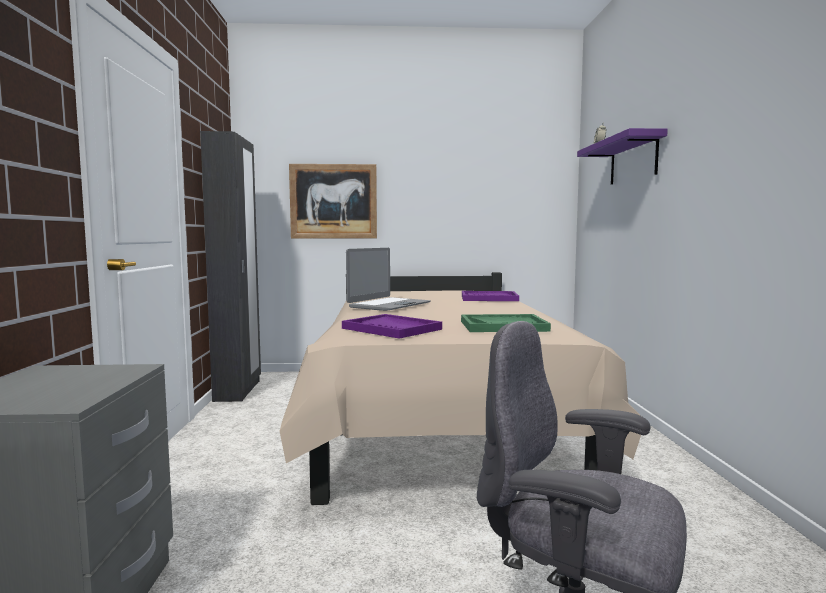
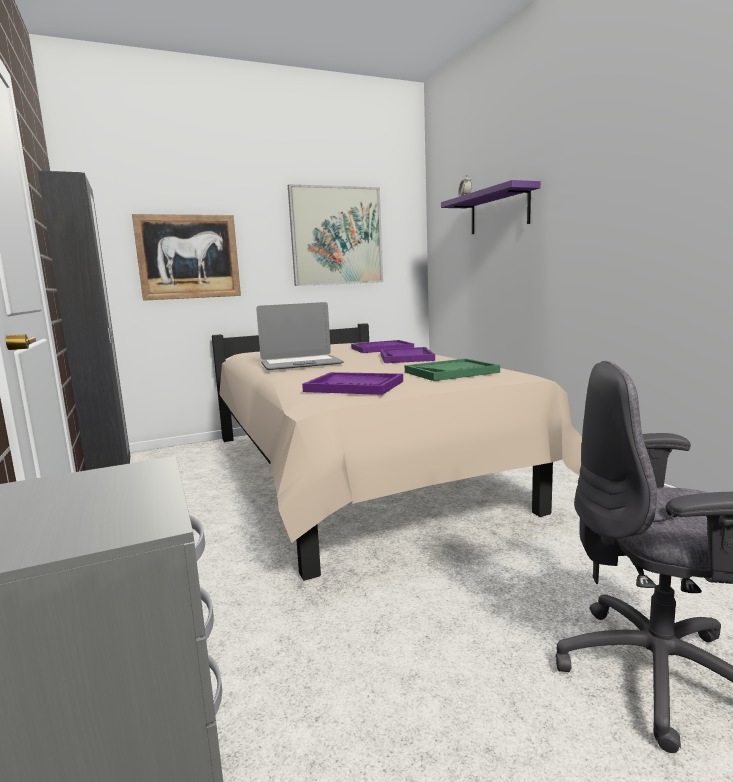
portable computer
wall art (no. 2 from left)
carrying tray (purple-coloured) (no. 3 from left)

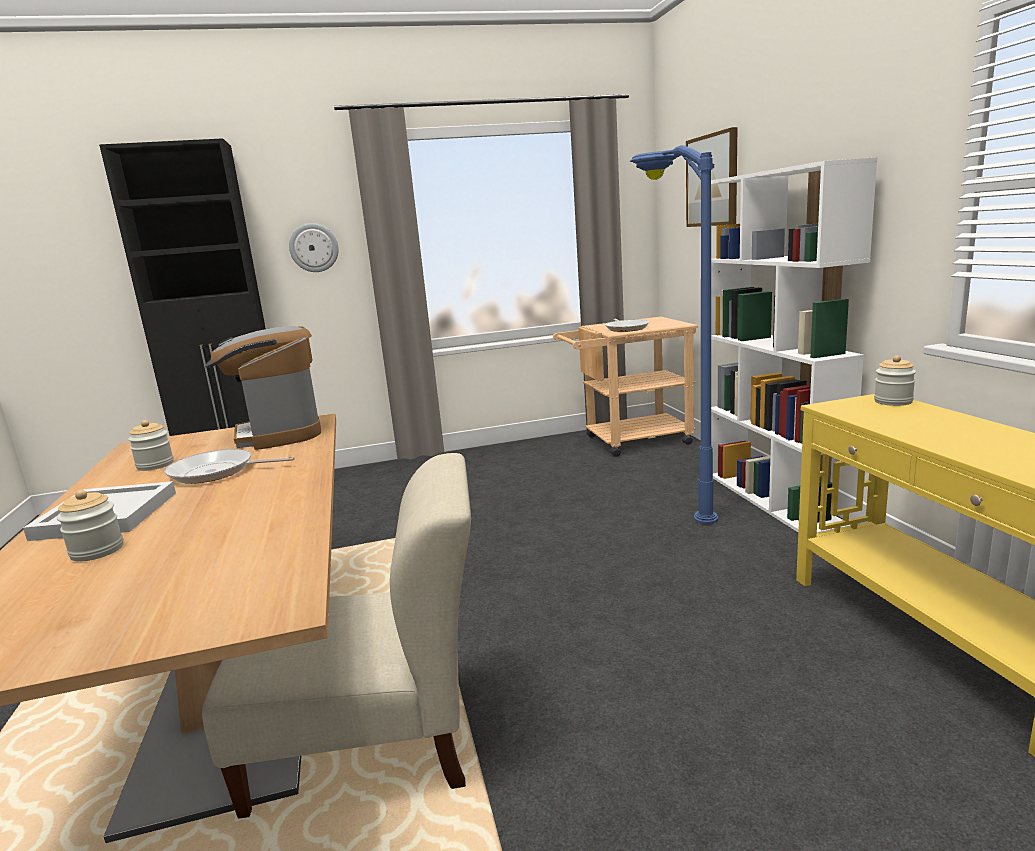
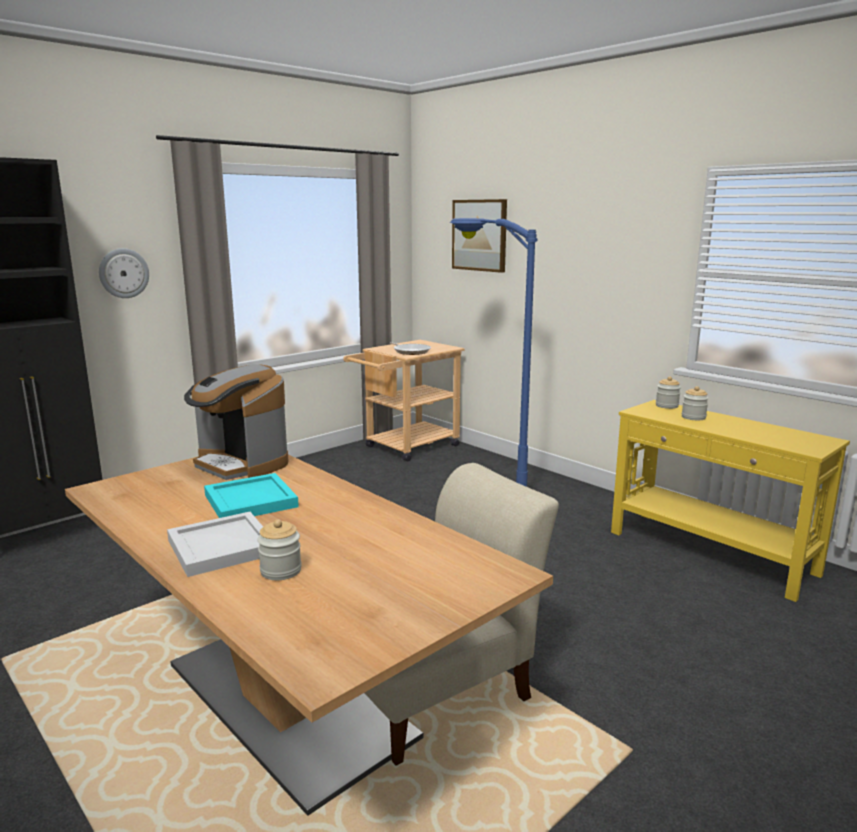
carrying tray (turquoise)
storage jar (no. 3 from left)
bookcase (whitish)

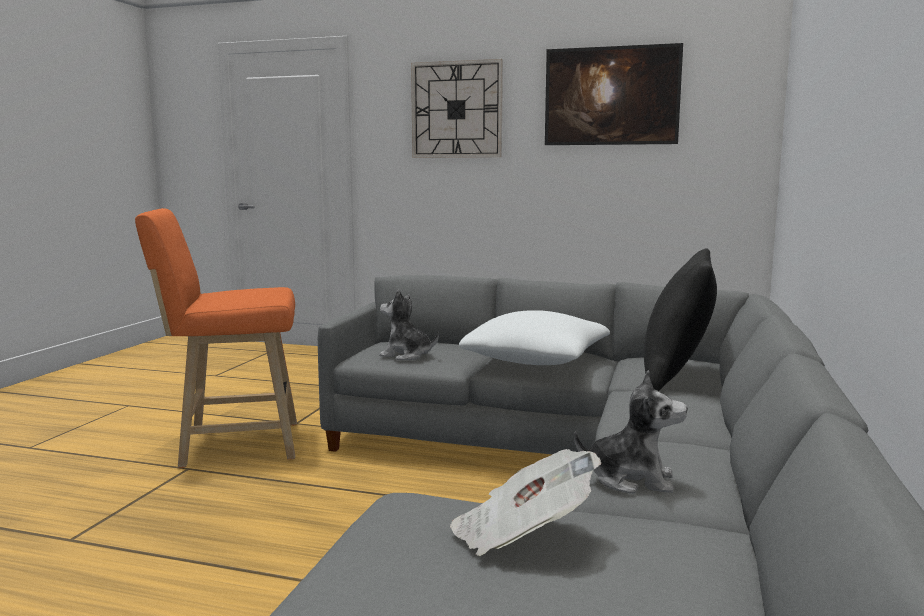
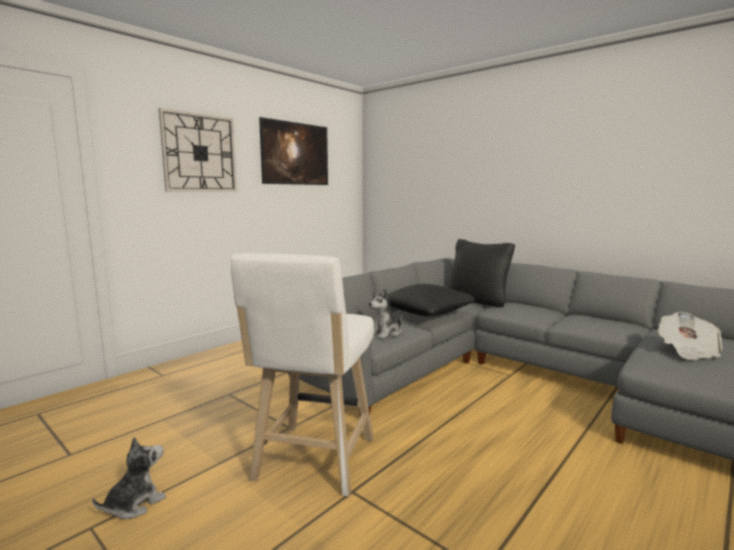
plush toy (no. 1 from left)
stool (whitish)
pillow (blackish) (no. 1 from left)

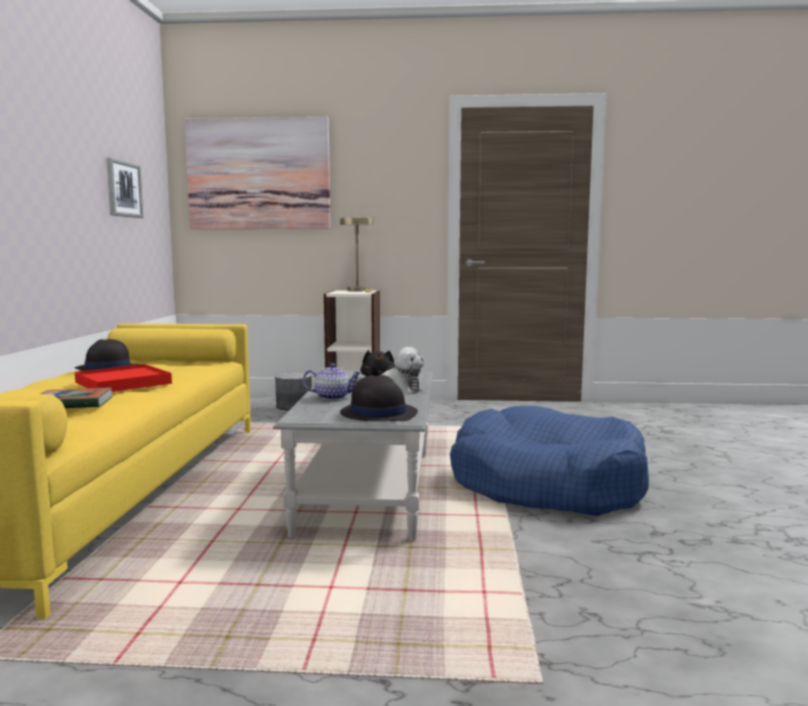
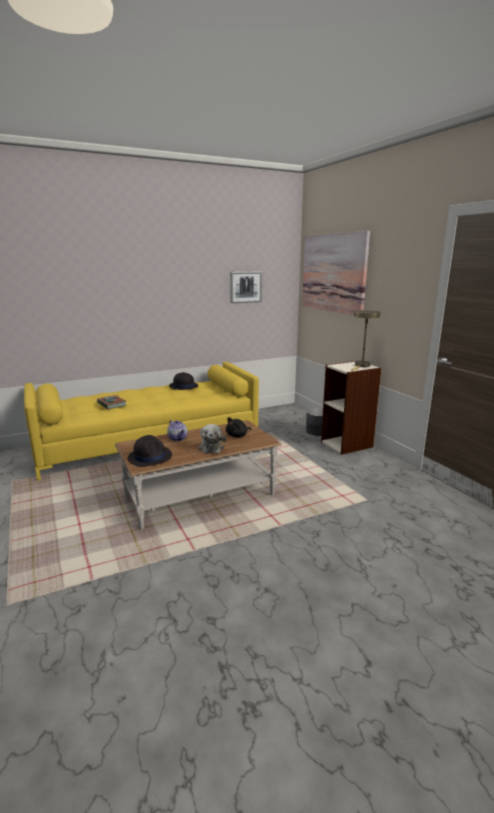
coffee table (brown-coloured)
carrying tray (red)
dog bed (bluish)

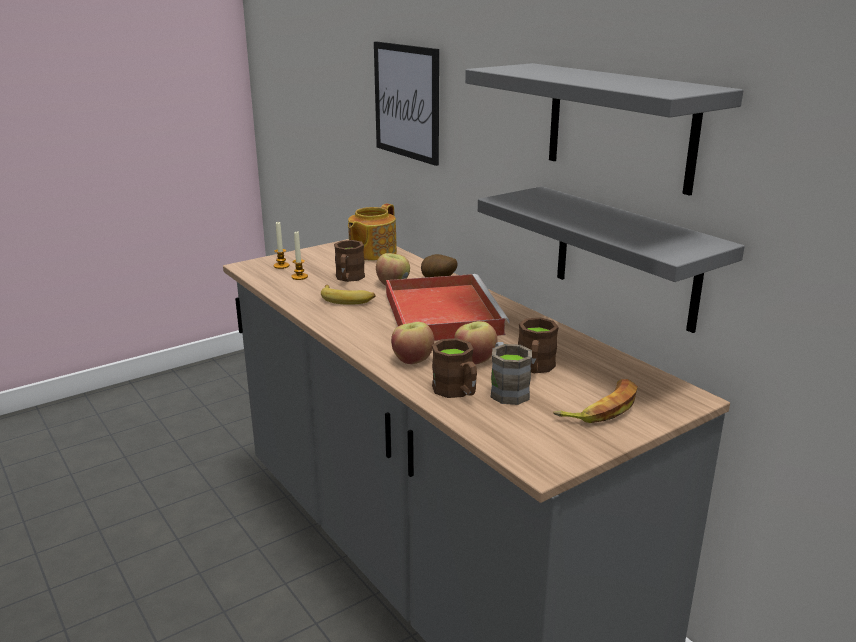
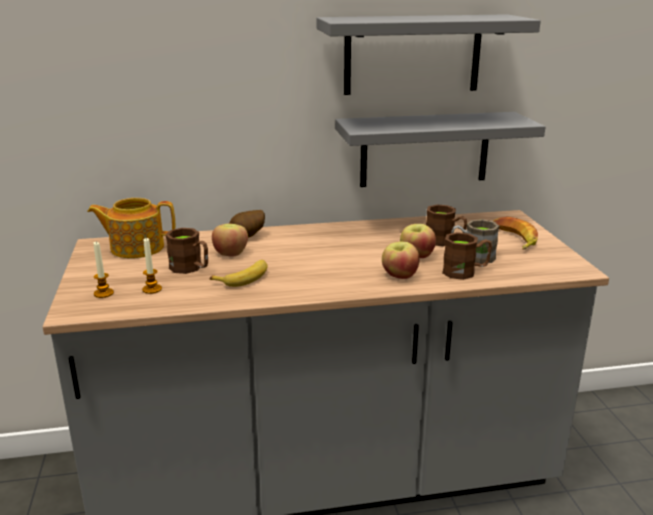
pot for tea
wall art
carrying tray (red)

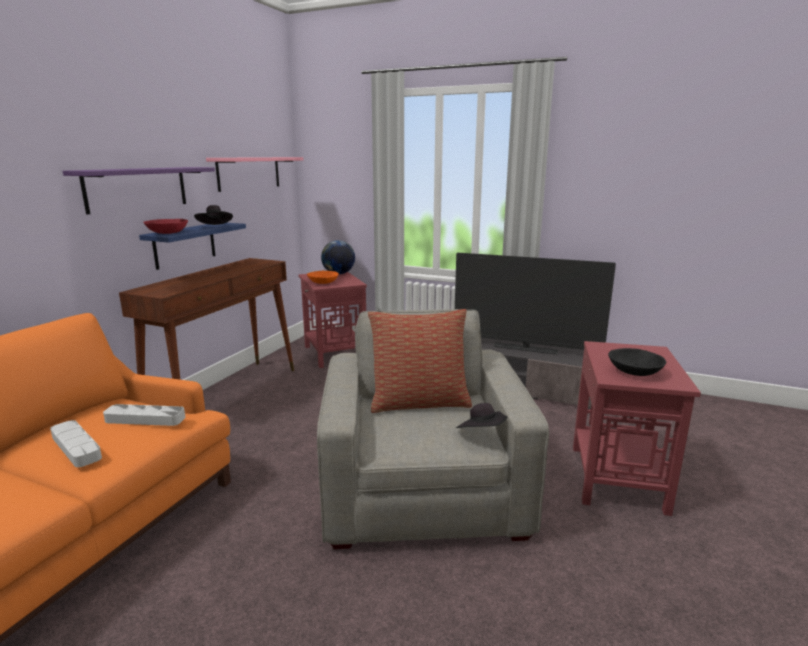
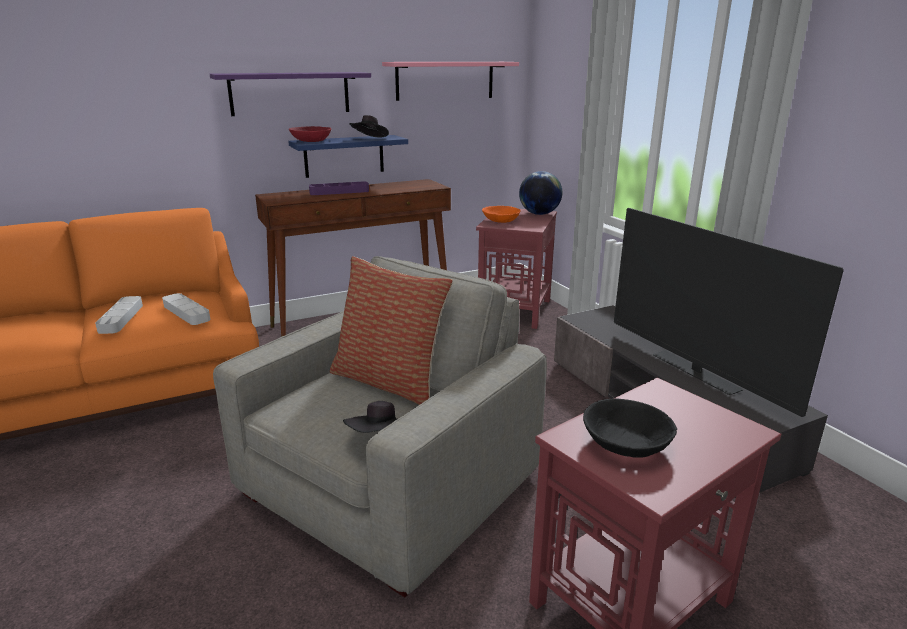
carrying tray (purple-coloured)

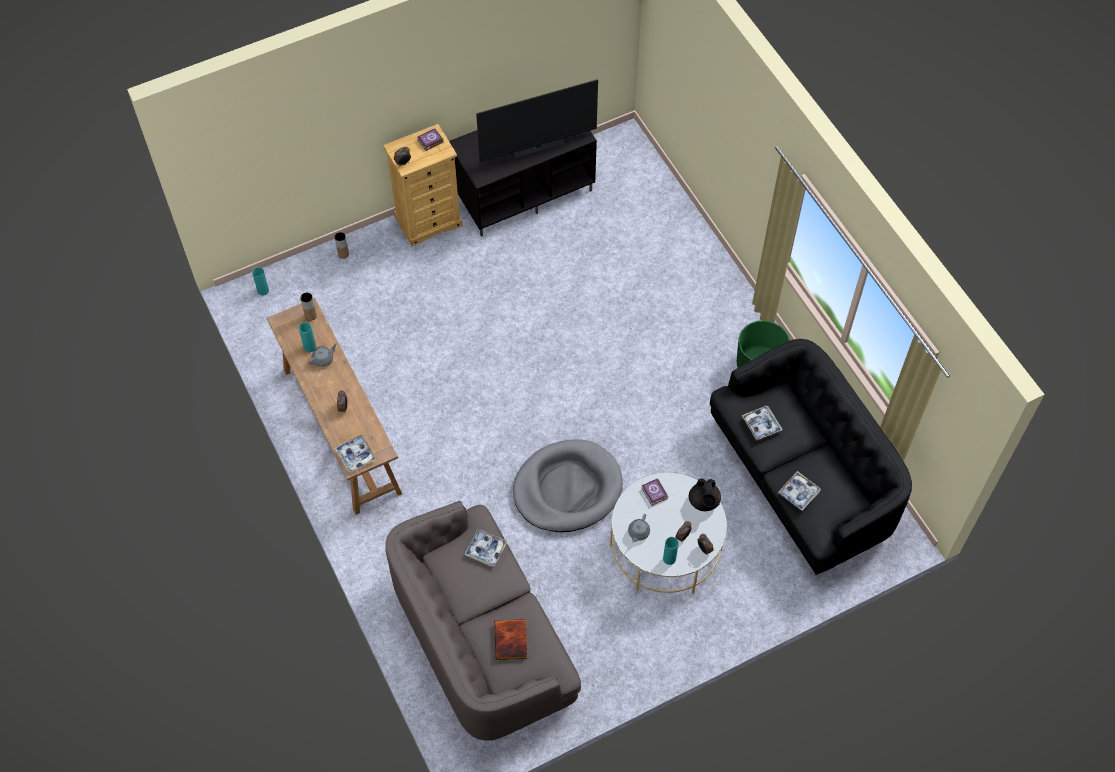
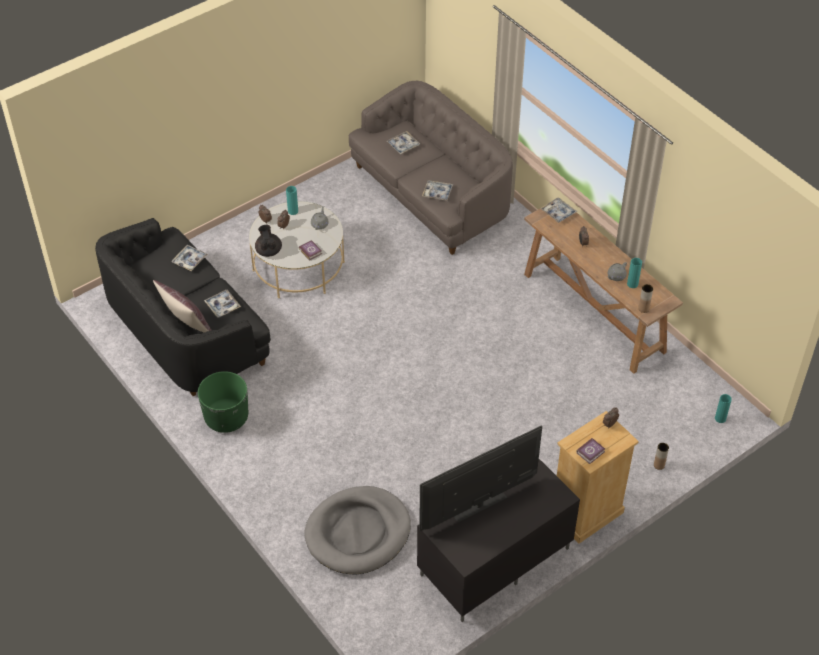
pillow (brown-coloured)
dog bed (gray)
carrying tray (no. 3 from left)

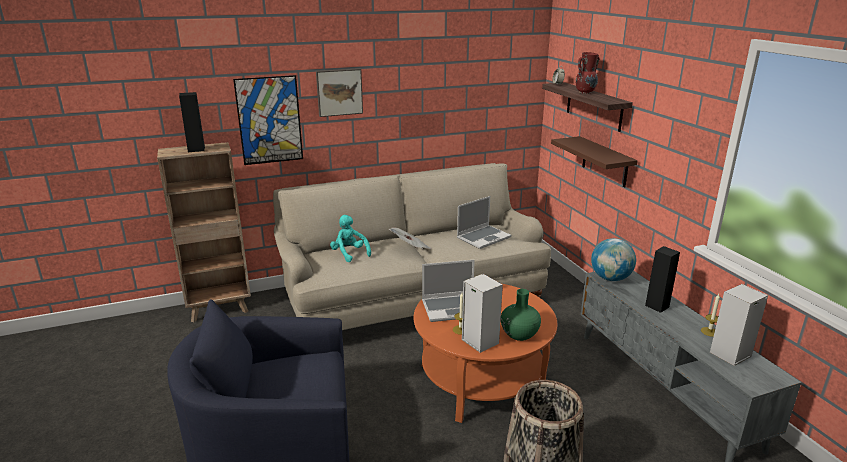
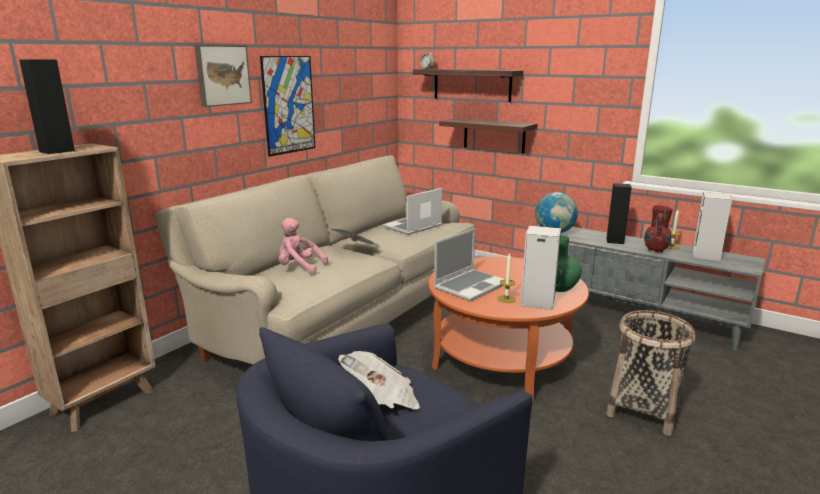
wall art (no. 2 from left)
plush toy (pink-coloured)
newspaper (no. 2 from left)
portable computer (no. 1 from left)
flower vase (red)

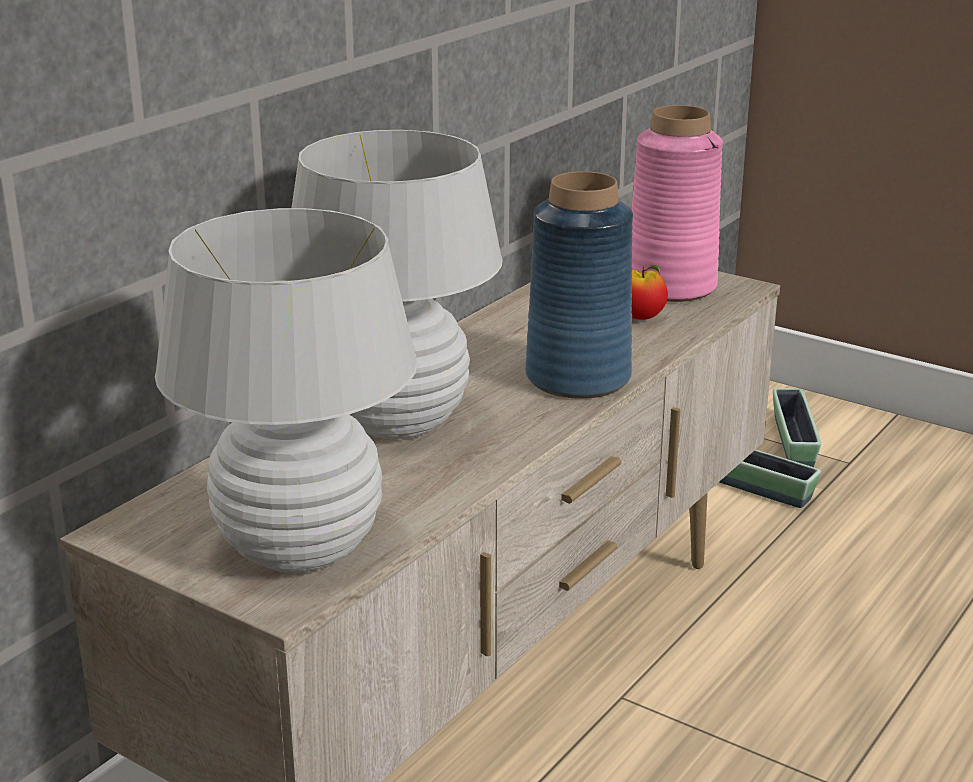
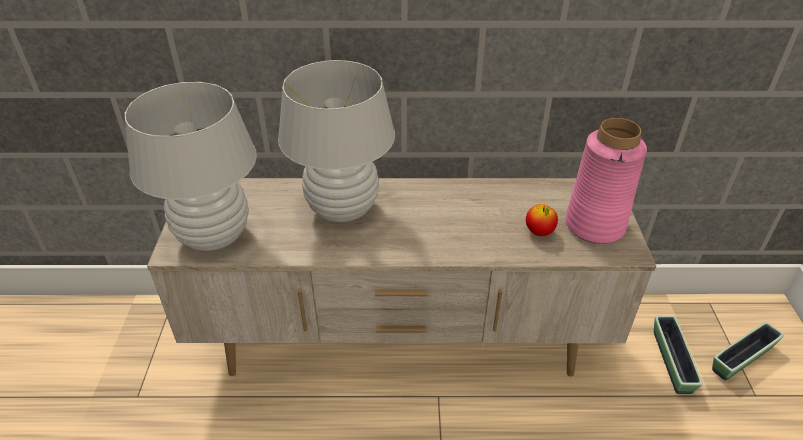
flower vase (bluish)

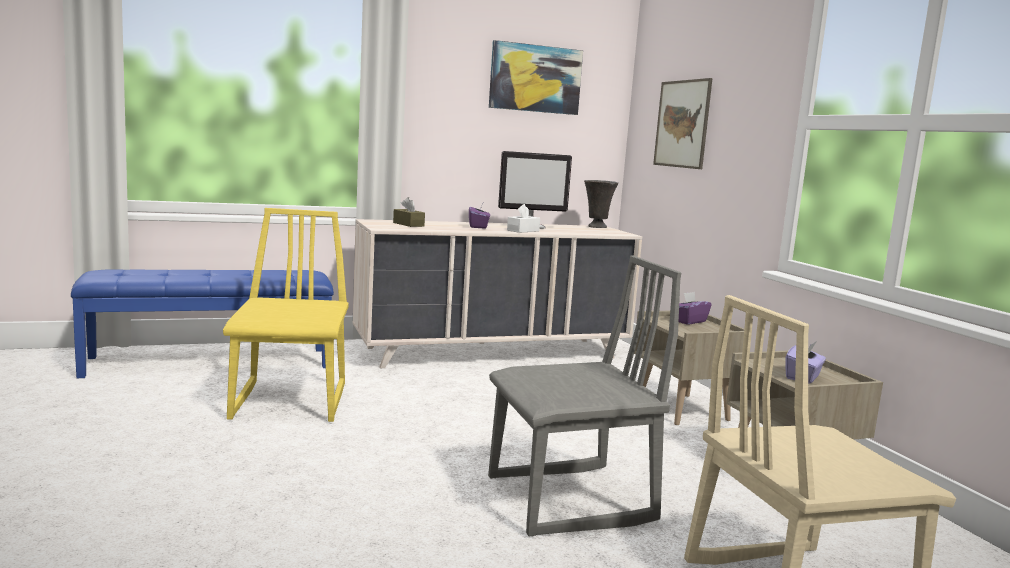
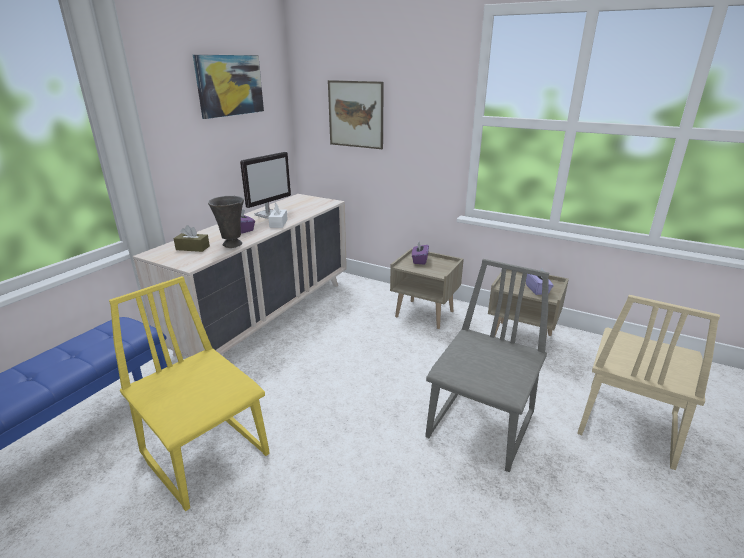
flower vase (gray)

